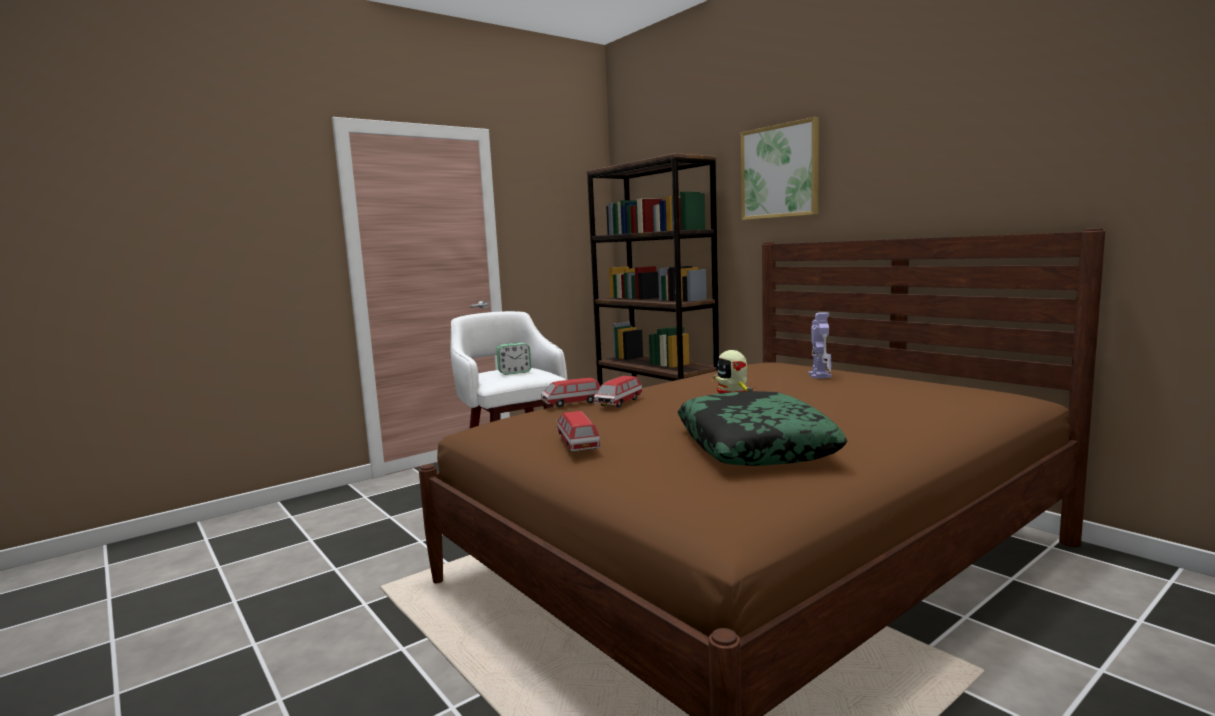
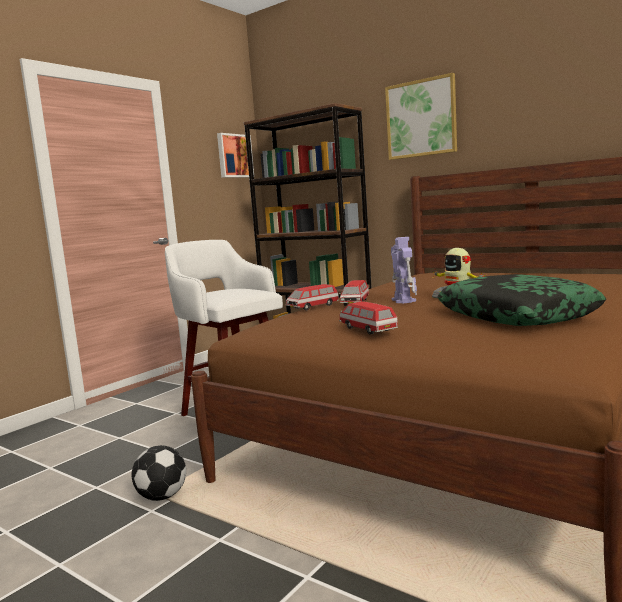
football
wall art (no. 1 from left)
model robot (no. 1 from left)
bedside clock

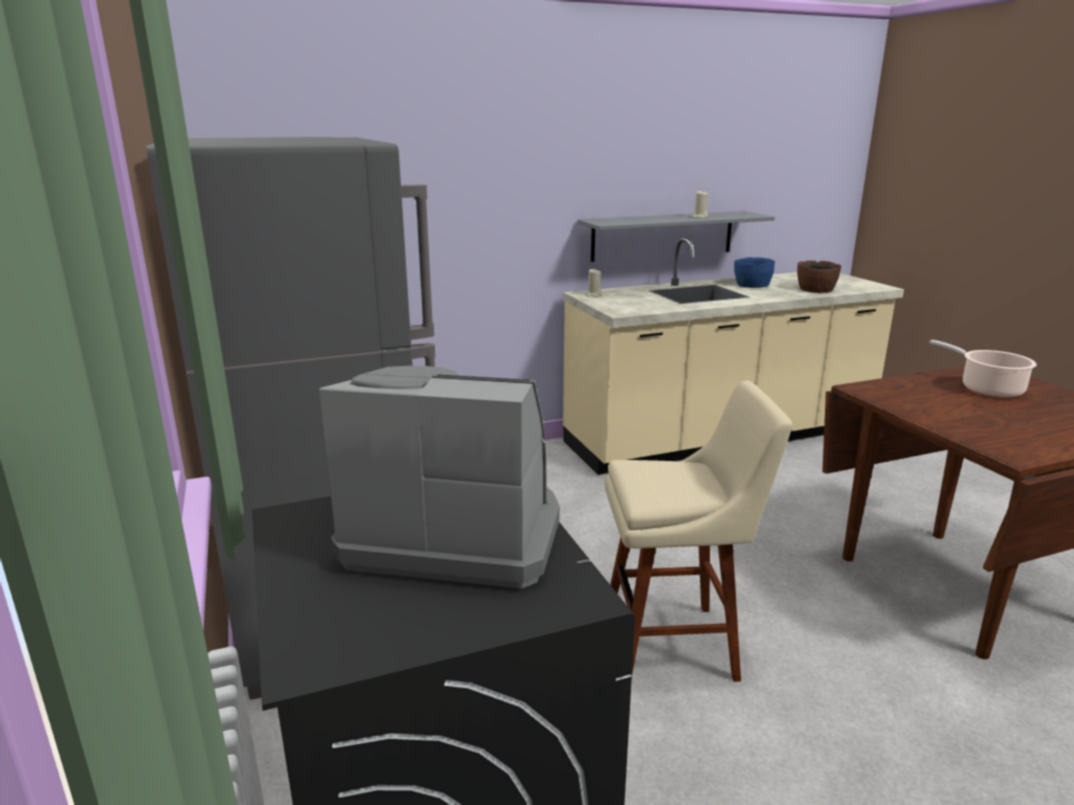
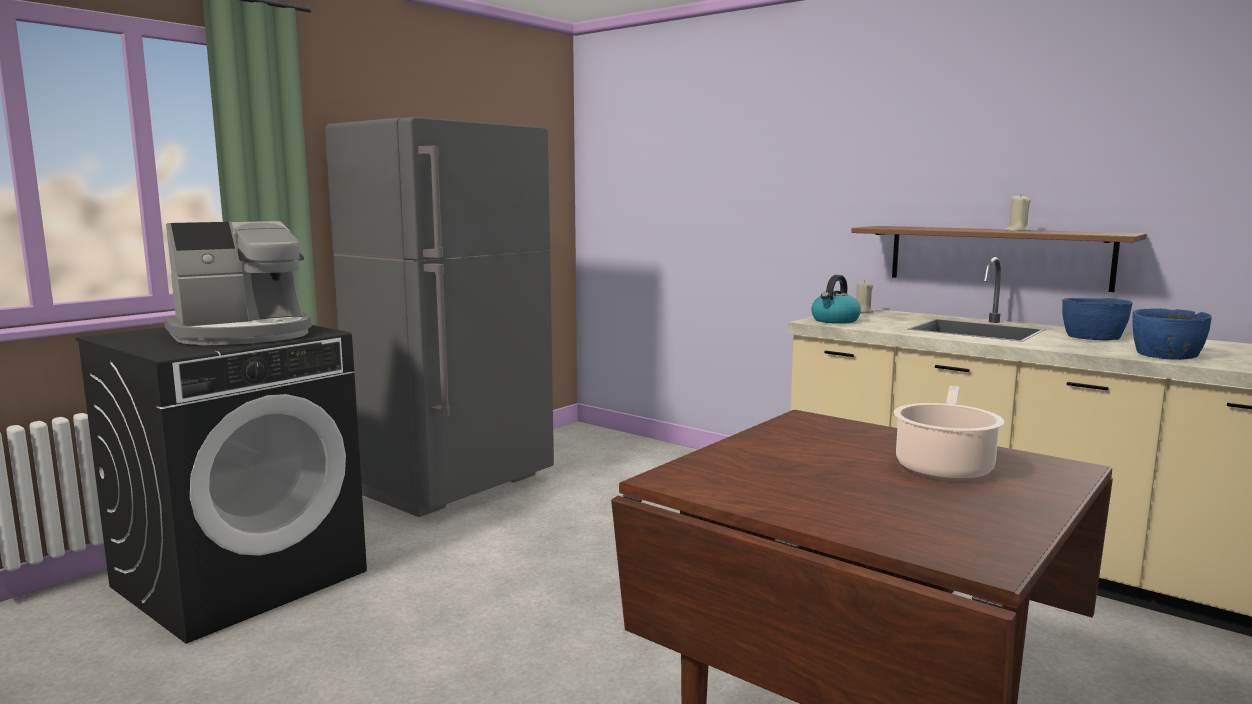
coffee maker
water kettle
shelf (brown-coloured)
deep dish (bluish) (no. 2 from left)
stool (sand-coloured)

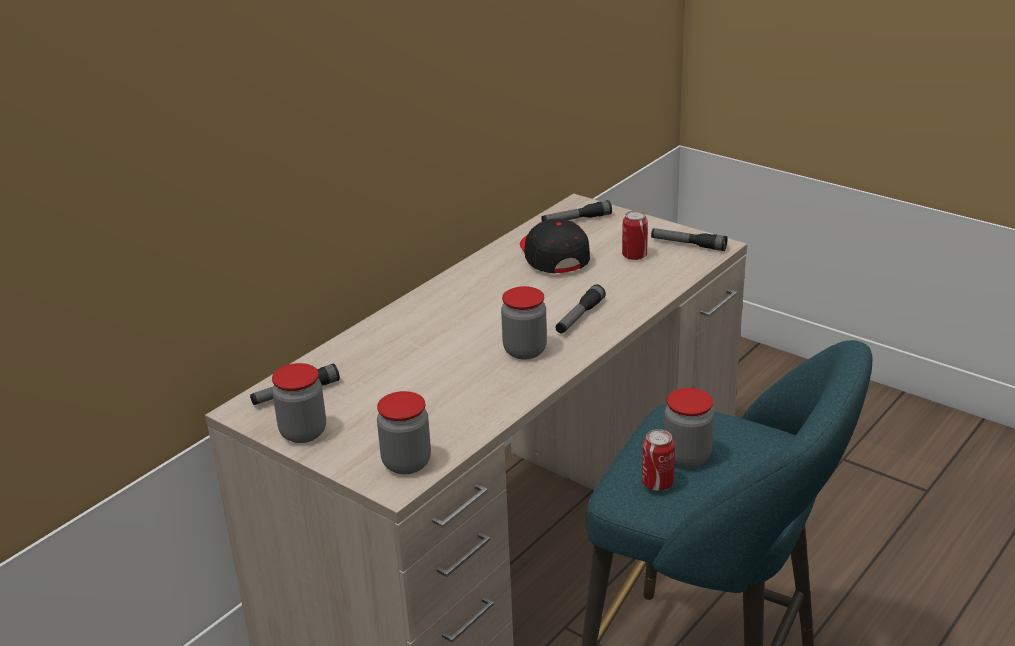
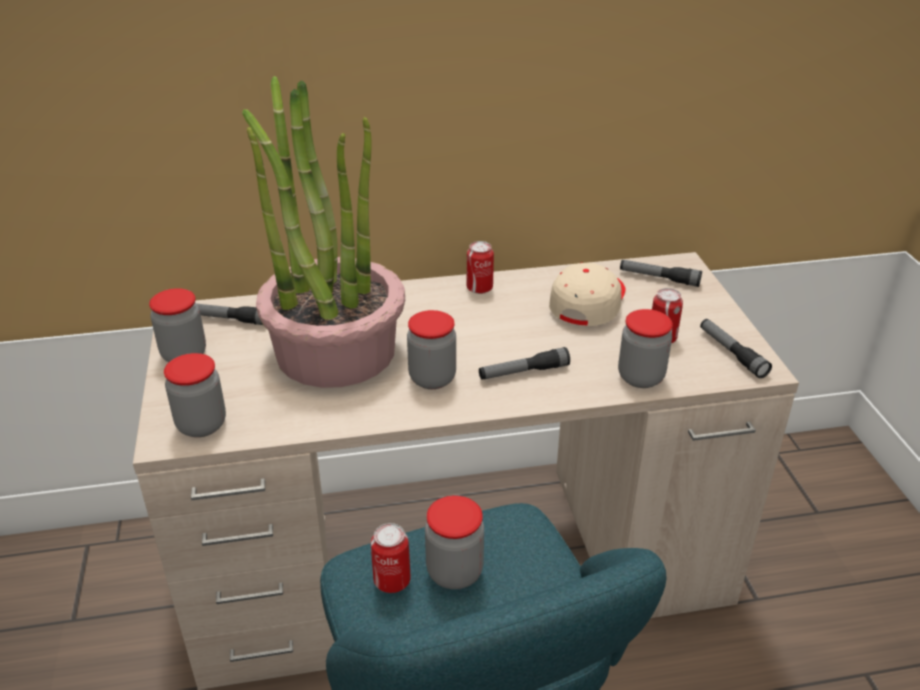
potted plant
metal can (no. 2 from left)
baseball cap (sand-coloured)
storage jar (no. 5 from left)

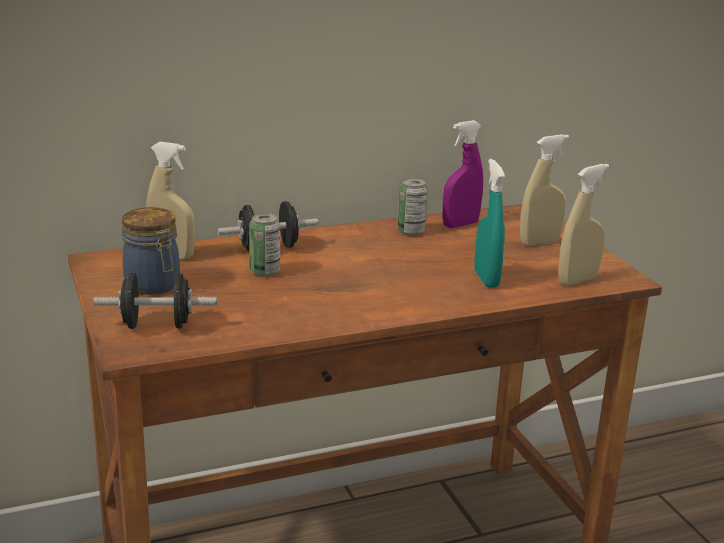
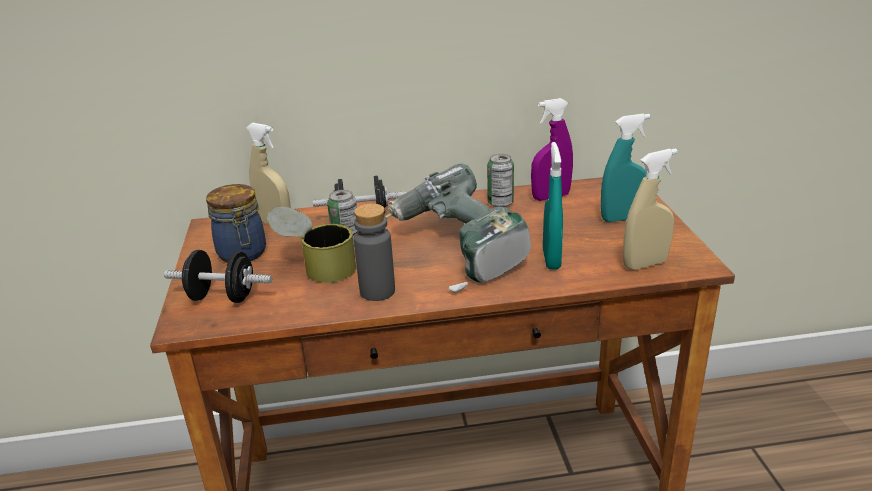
metal can (no. 1 from left)
bottle (gray)
drill
sprayer (turquoise) (no. 2 from left)

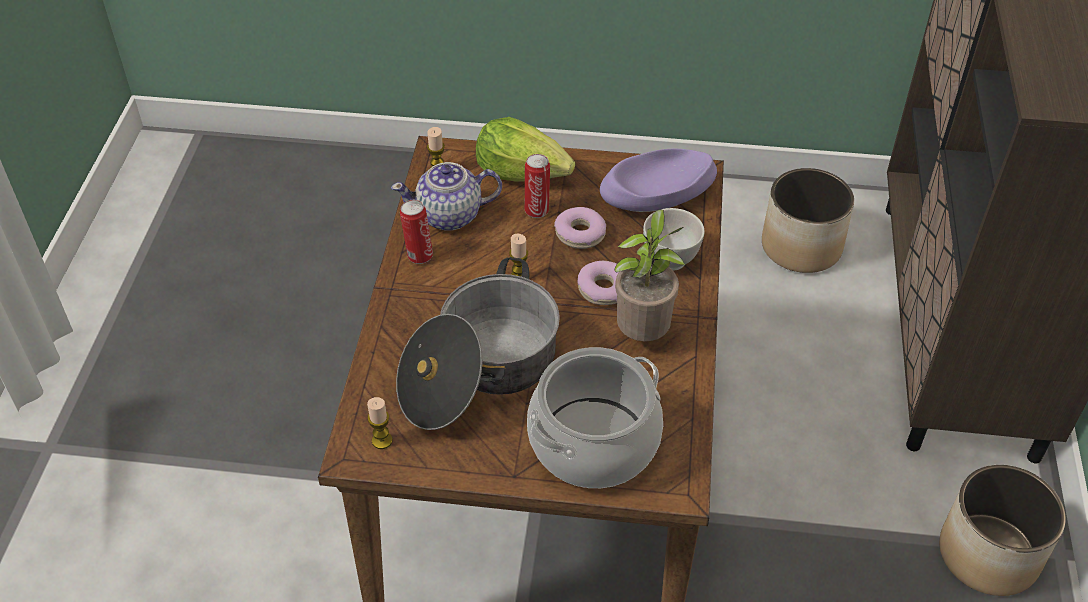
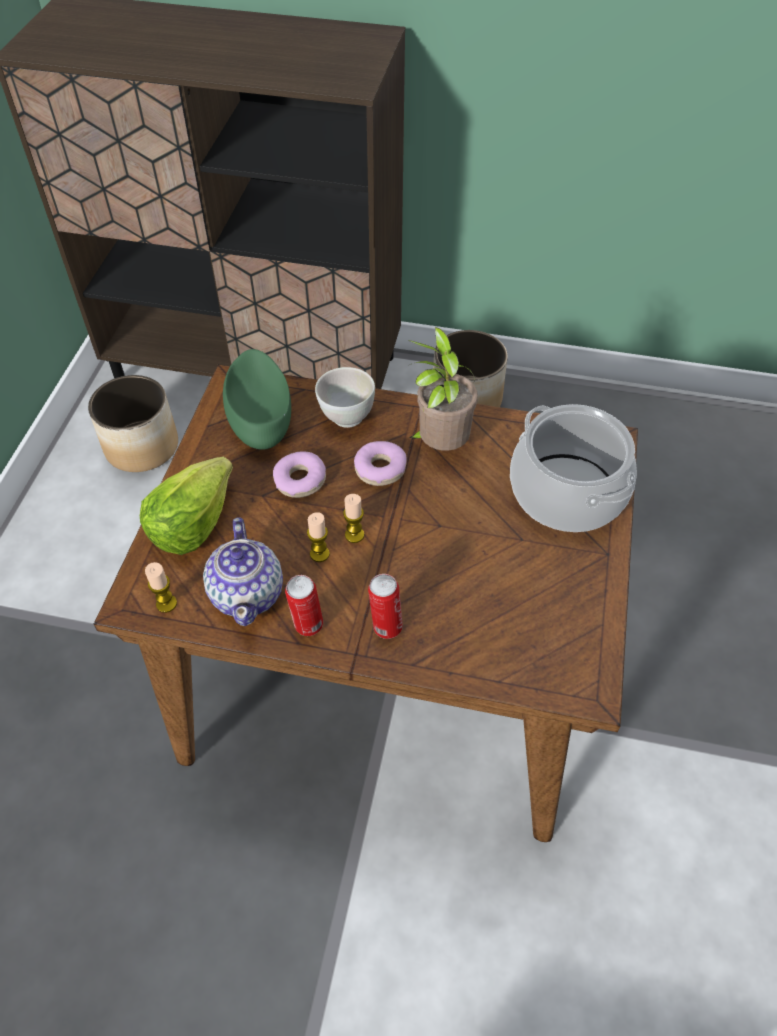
deep dish (greenish)
candle (no. 2 from left)
metal can (no. 2 from left)
saucepot (no. 1 from left in the first image)

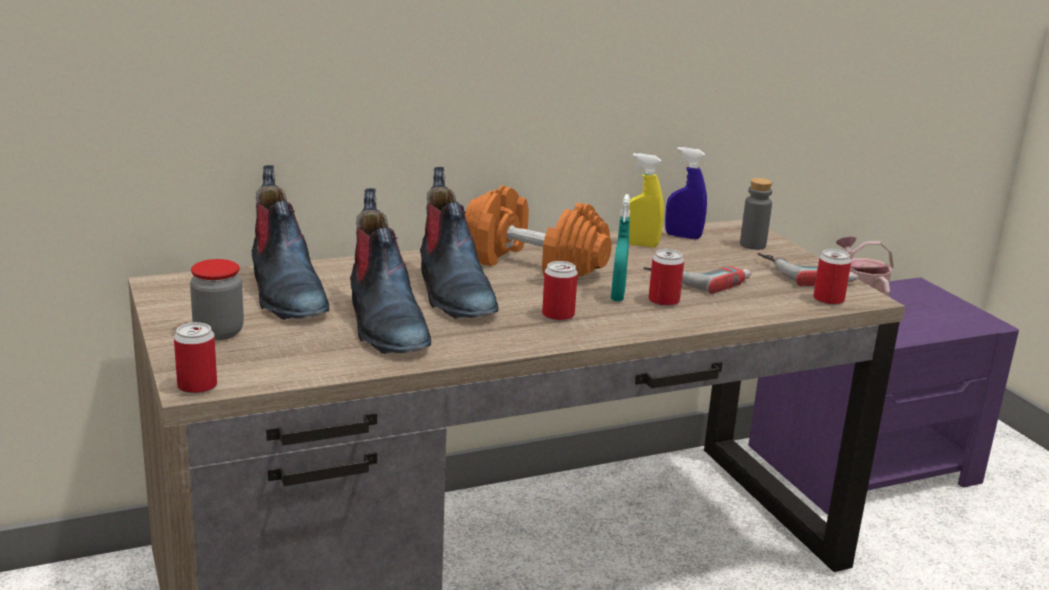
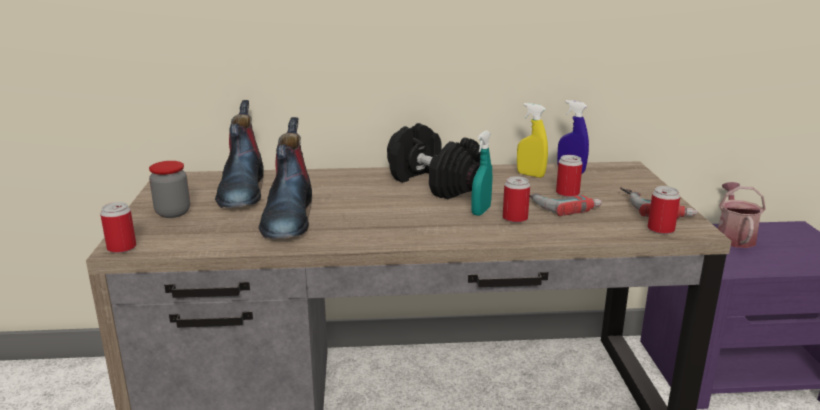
dumbbell (blackish)
metal can (no. 3 from left)
tall boot (no. 3 from left in the first image)
bottle (gray)

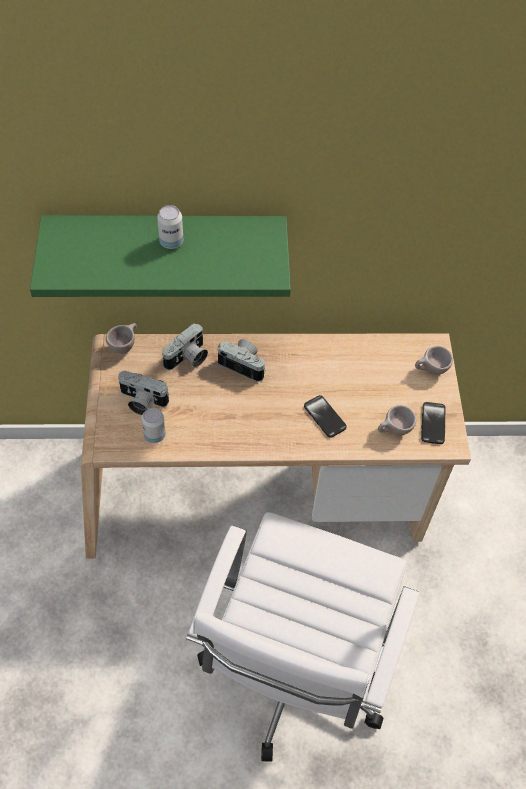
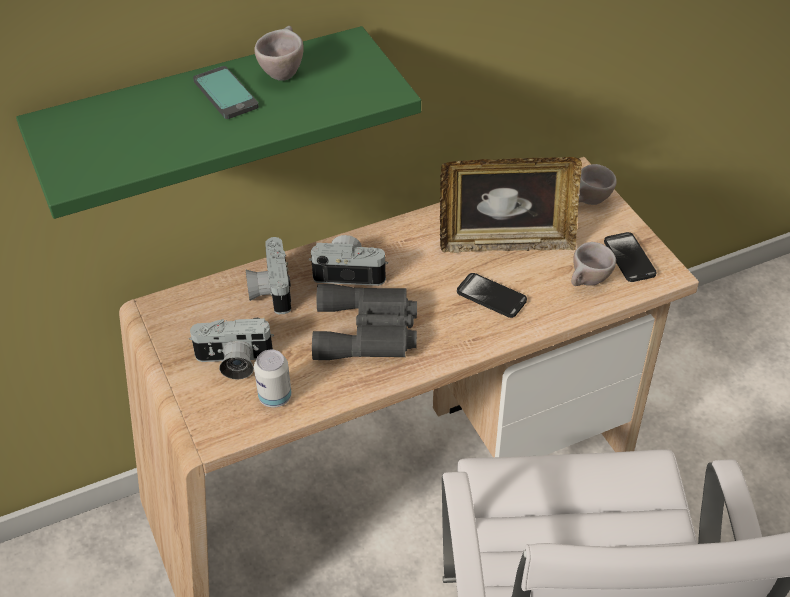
phone (no. 1 from left)
still camera (no. 2 from left)
cup (sand-coloured) (no. 1 from left)
pair of binoculars (gray)
standing frame

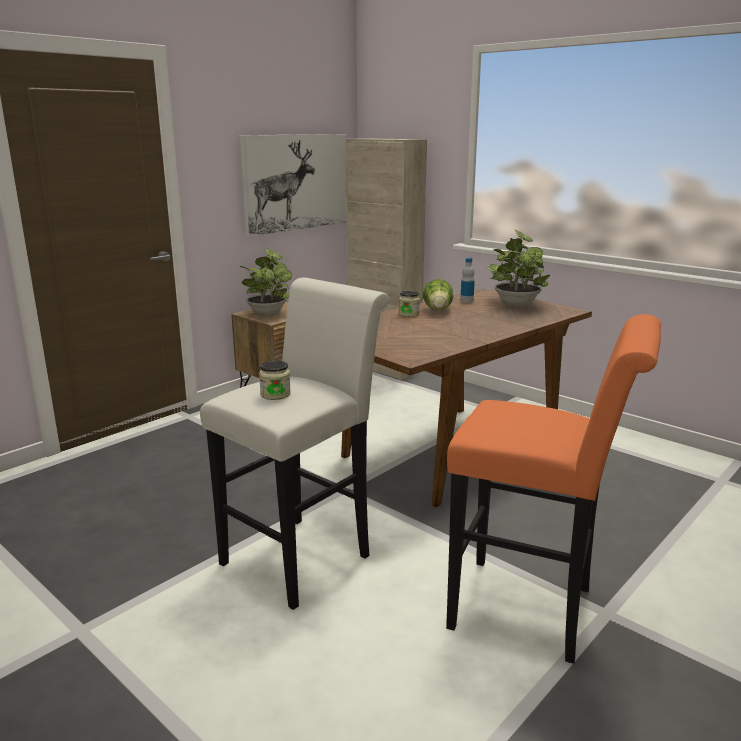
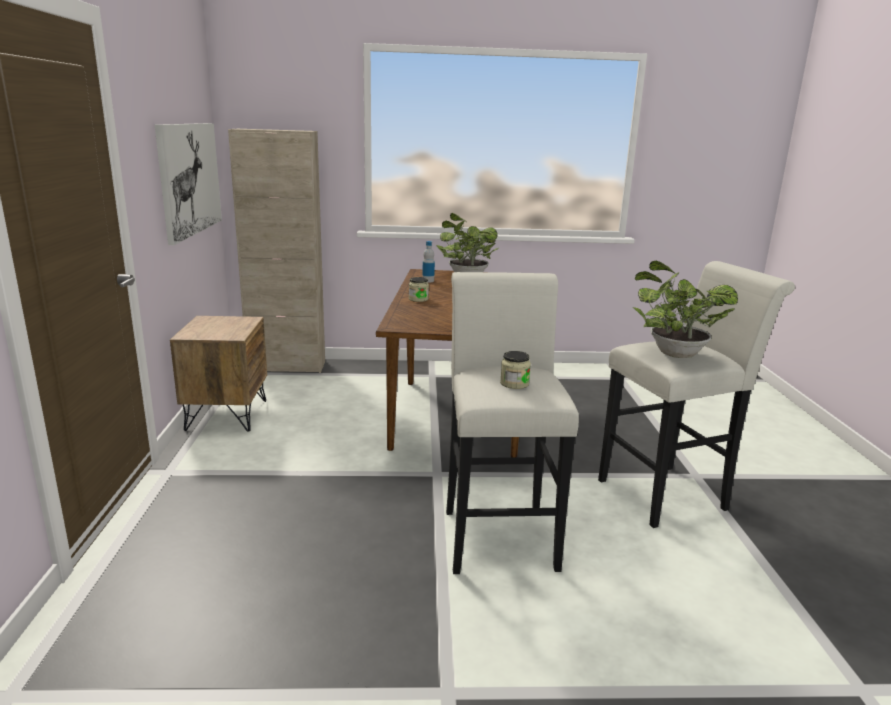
stool (whitish) (no. 2 from left)
potted plant (no. 2 from left)
lettuce

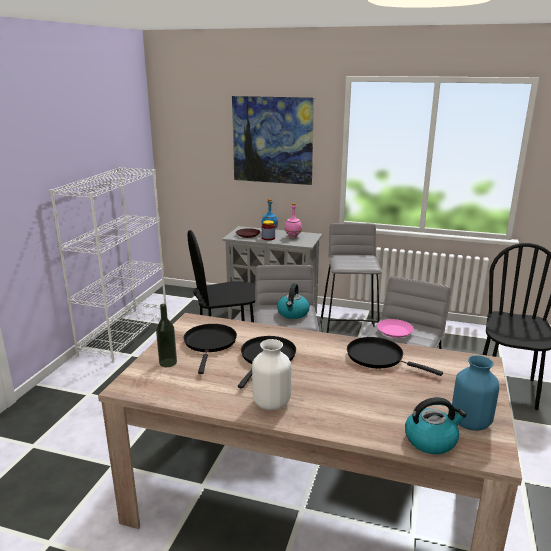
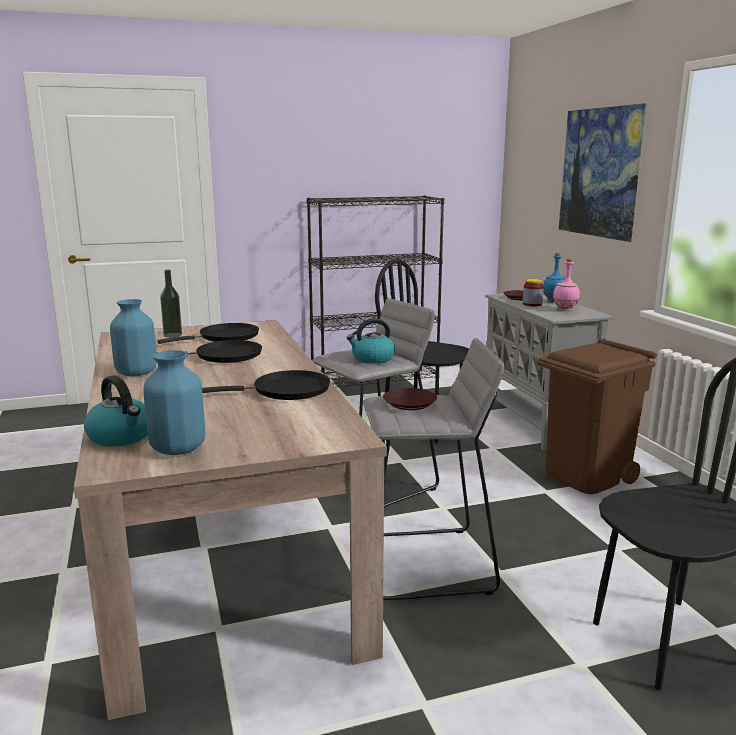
flower vase (bluish) (no. 1 from left)
skillet (blackish) (no. 3 from left)
bookcase (blackish)
plate (brown-coloured) (no. 1 from left)
waste bin (brown-coloured)

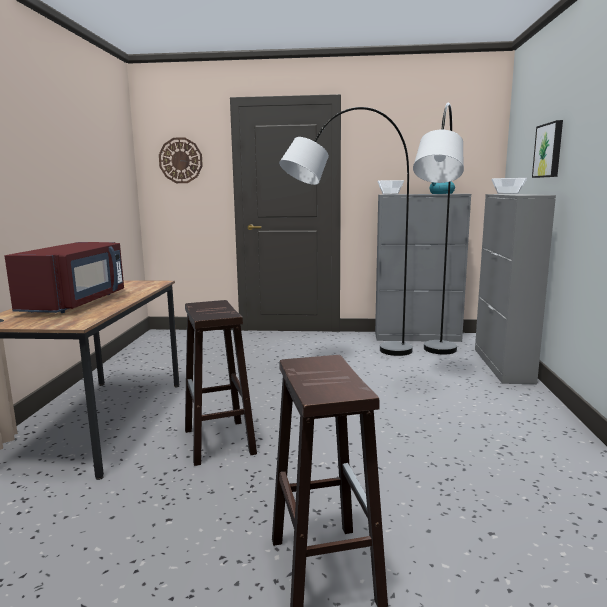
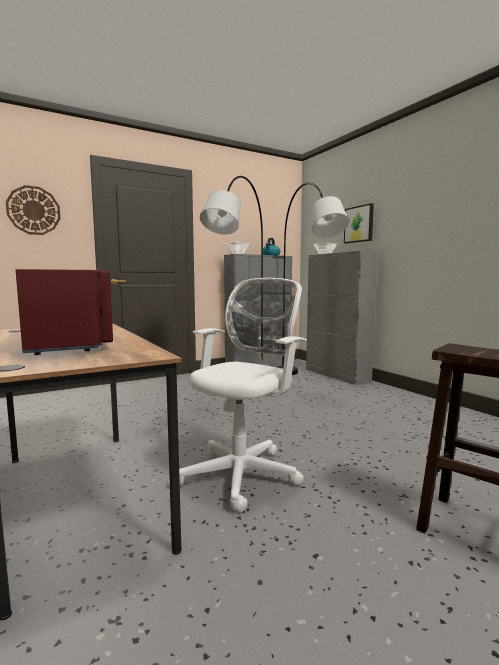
office chair (whitish)

